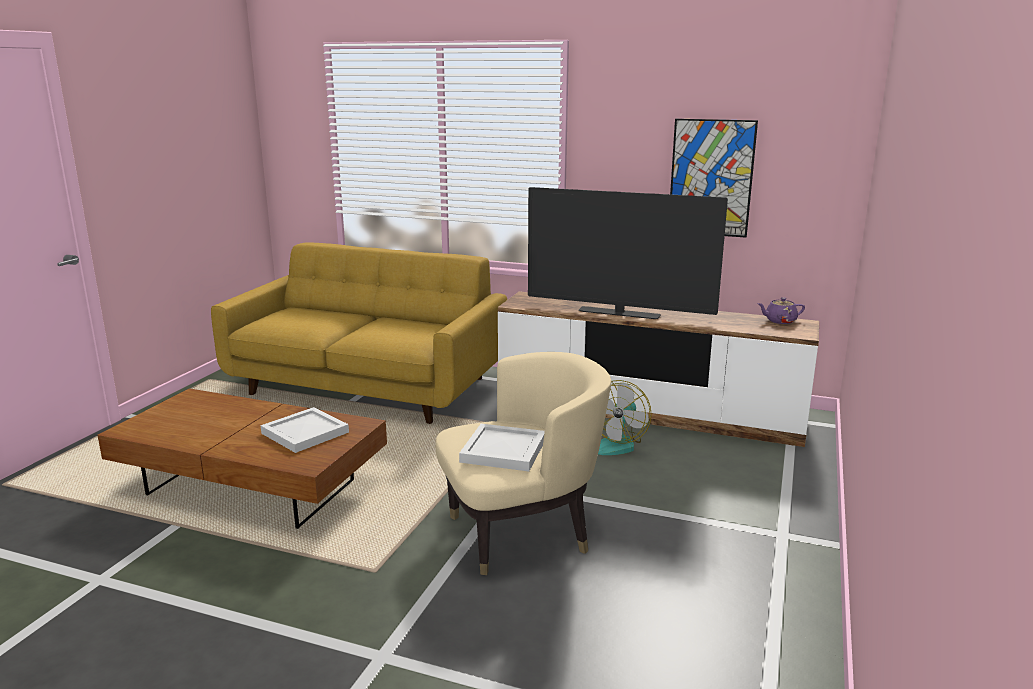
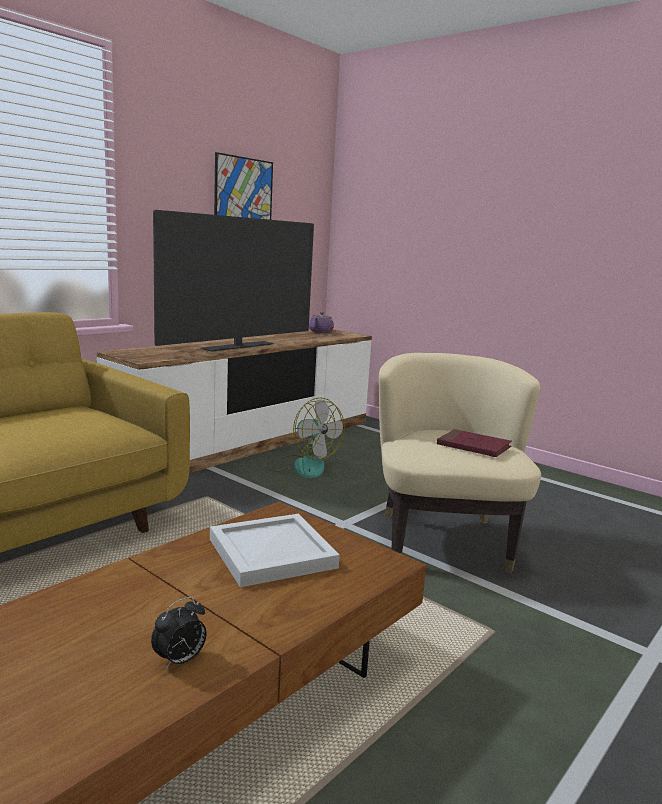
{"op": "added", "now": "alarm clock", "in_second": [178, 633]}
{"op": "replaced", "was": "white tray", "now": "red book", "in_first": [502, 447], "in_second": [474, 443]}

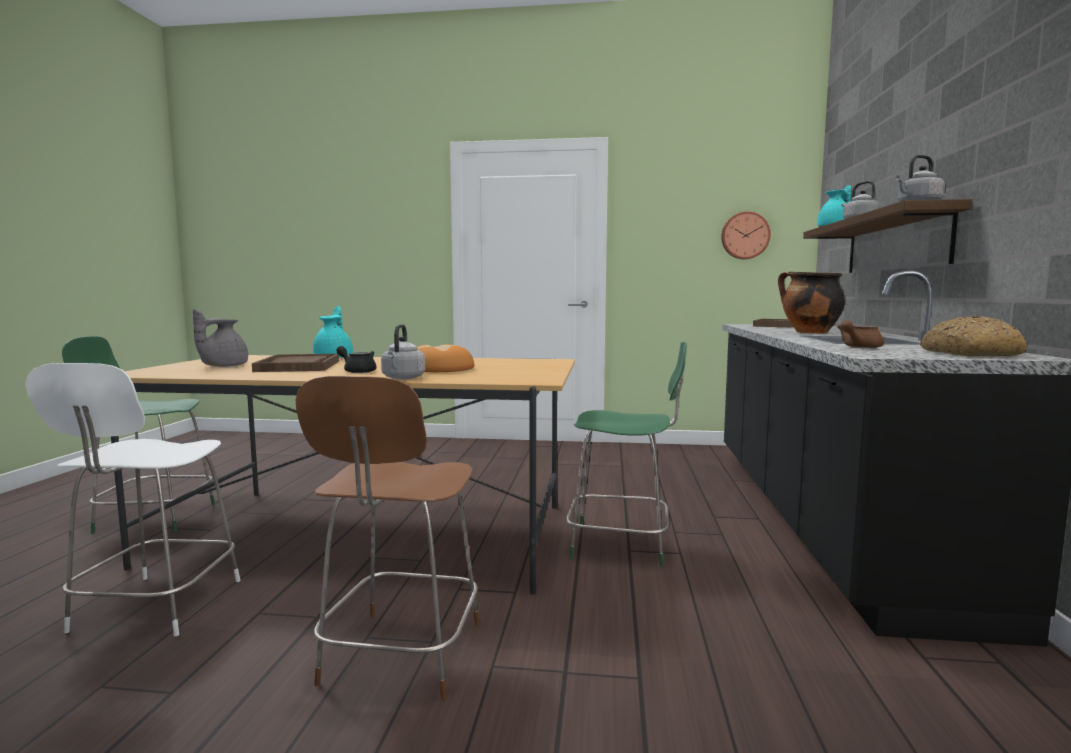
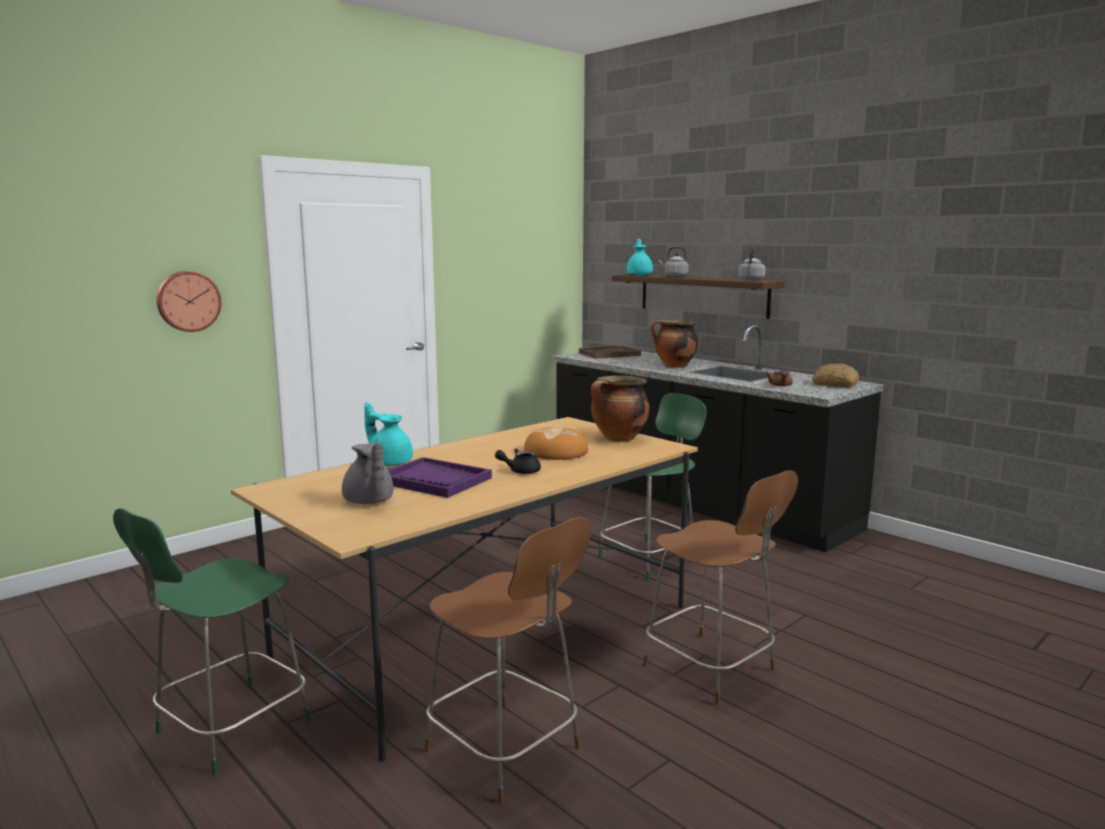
{"op": "moved", "was": "wall clock", "in_first": [746, 235], "in_second": [189, 301]}
{"op": "recoloured", "was": "brown tray", "now": "purple tray", "in_first": [295, 363], "in_second": [440, 477]}
{"op": "recoloured", "was": "white chair", "now": "brown chair", "in_first": [133, 499], "in_second": [508, 660]}
{"op": "added", "now": "cooking pot", "in_second": [620, 409]}
{"op": "removed", "was": "grey kettle", "in_first": [403, 352]}

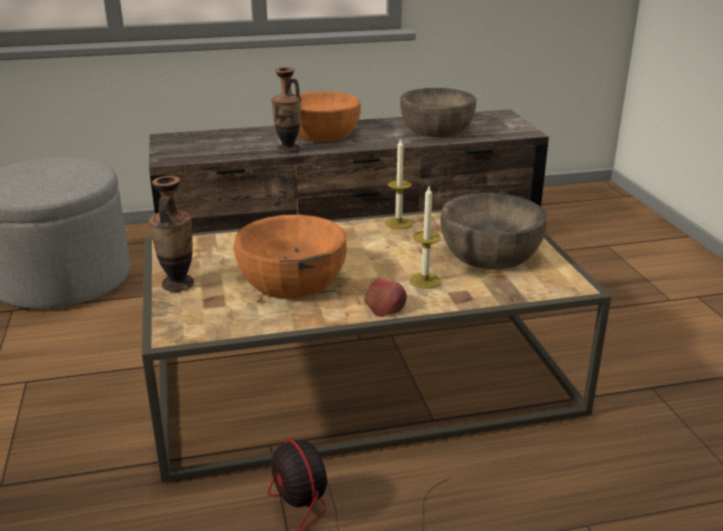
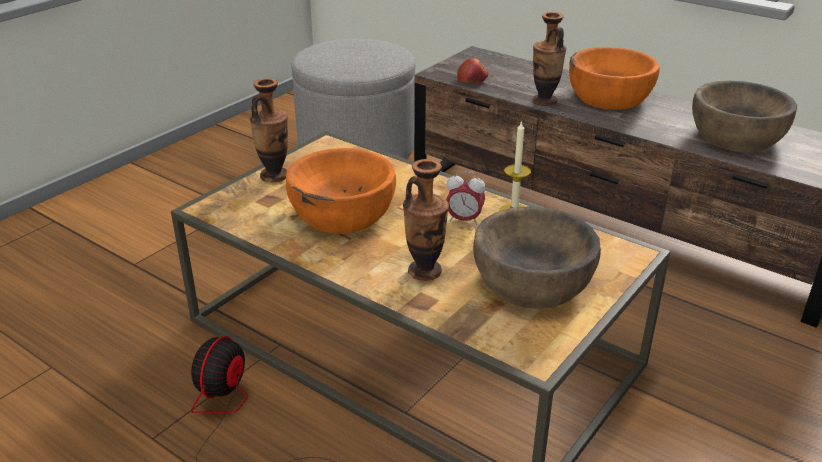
{"op": "replaced", "was": "candle", "now": "vase", "in_first": [425, 237], "in_second": [426, 220]}
{"op": "added", "now": "alarm clock", "in_second": [465, 198]}
{"op": "moved", "was": "apple", "in_first": [385, 297], "in_second": [472, 71]}

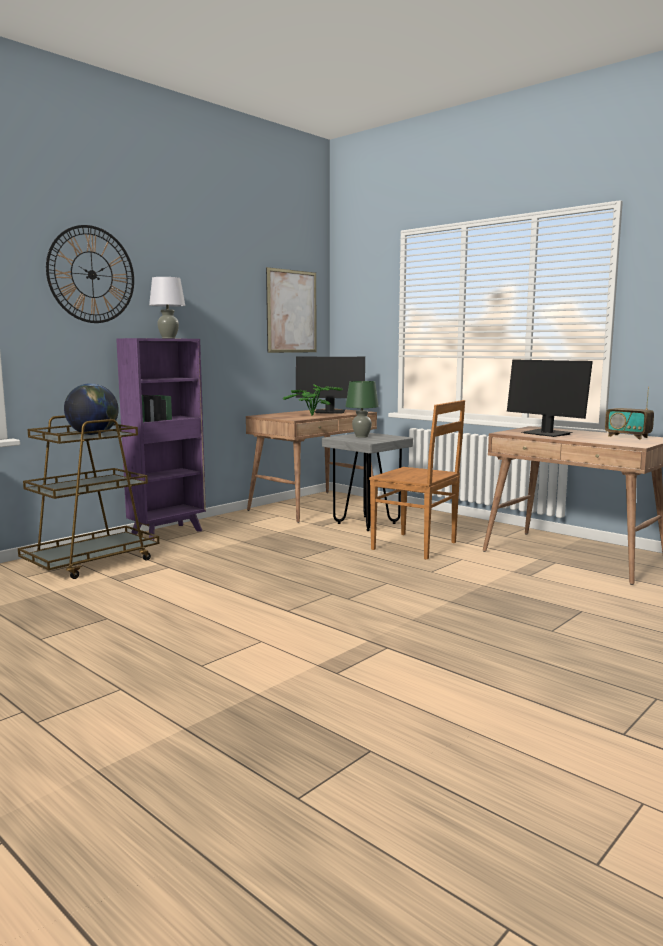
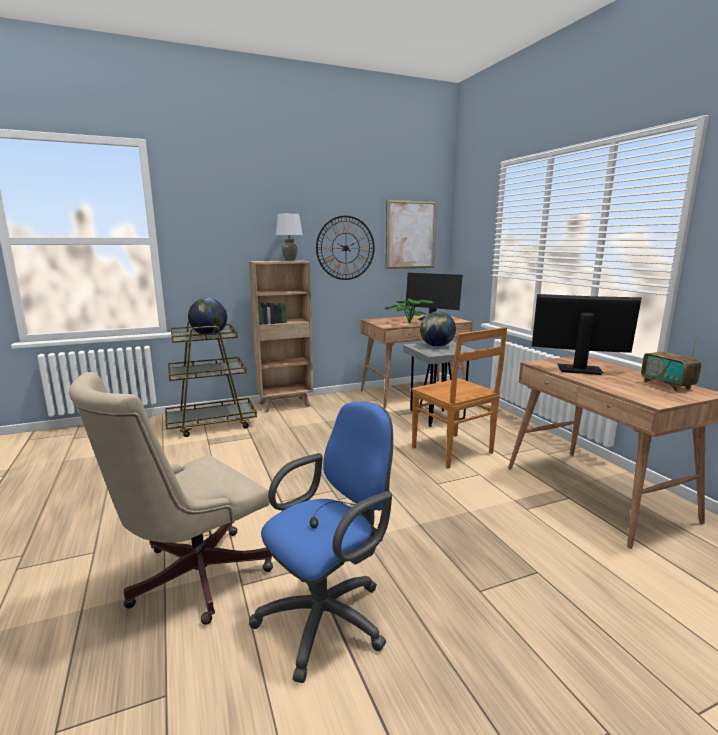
{"op": "added", "now": "beige office chair", "in_second": [171, 498]}
{"op": "recoloured", "was": "purple bookcase", "now": "brown bookcase", "in_first": [161, 439], "in_second": [281, 336]}
{"op": "added", "now": "blue office chair", "in_second": [321, 542]}
{"op": "moved", "was": "wall clock", "in_first": [90, 274], "in_second": [345, 248]}
{"op": "replaced", "was": "green table lamp", "now": "globe", "in_first": [362, 409], "in_second": [438, 329]}
{"op": "turned", "was": "monitor", "in_first": [550, 398], "in_second": [587, 334], "clockwise": 120}

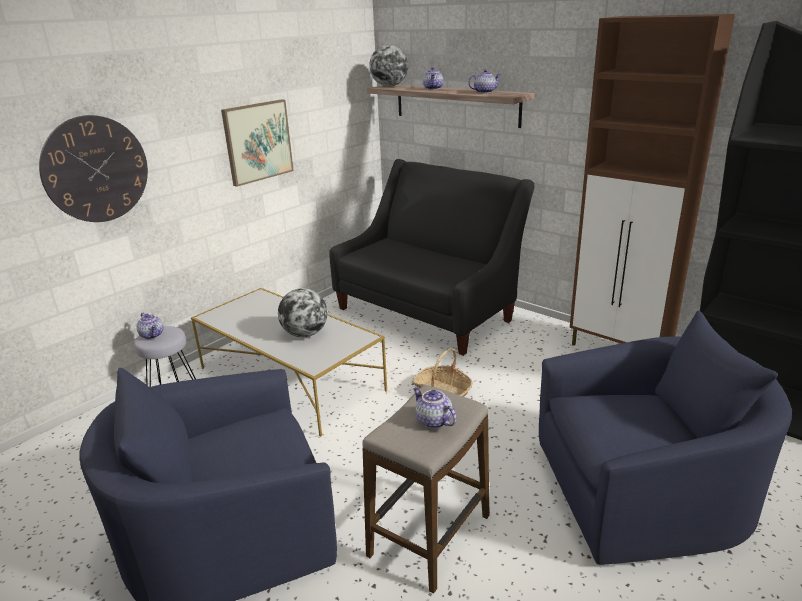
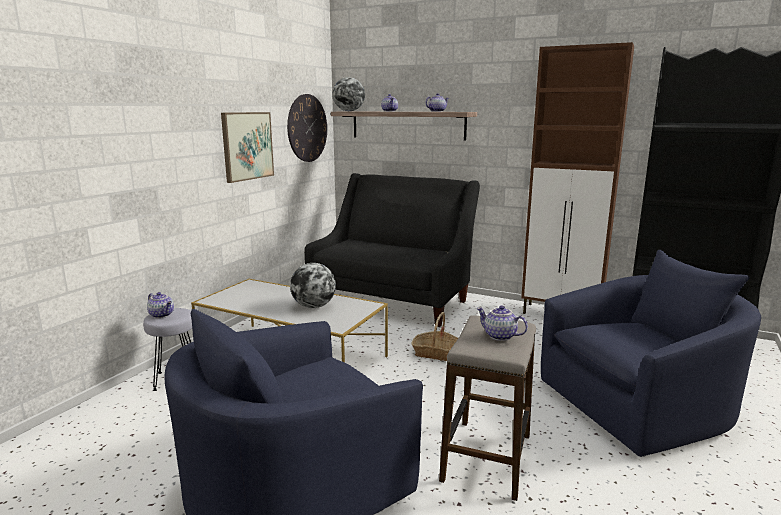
{"op": "moved", "was": "wall clock", "in_first": [93, 168], "in_second": [307, 128]}

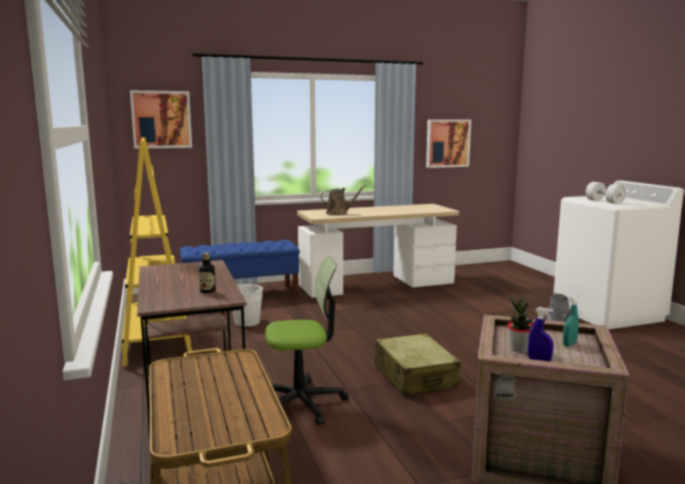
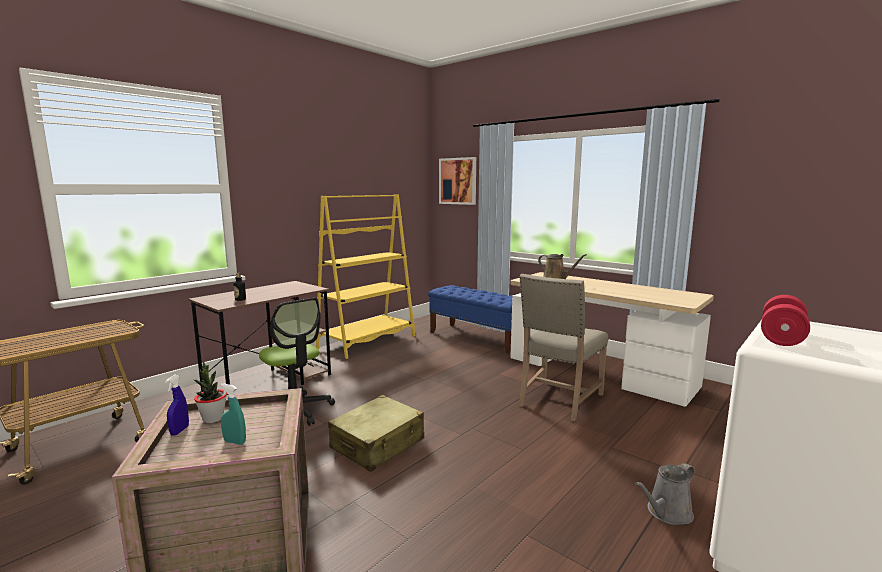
{"op": "added", "now": "beige chair", "in_second": [563, 348]}
{"op": "recoloured", "was": "white dumbbell", "now": "red dumbbell", "in_first": [606, 193], "in_second": [785, 320]}
{"op": "removed", "was": "white bucket", "in_first": [248, 305]}
{"op": "removed", "was": "picture", "in_first": [448, 143]}

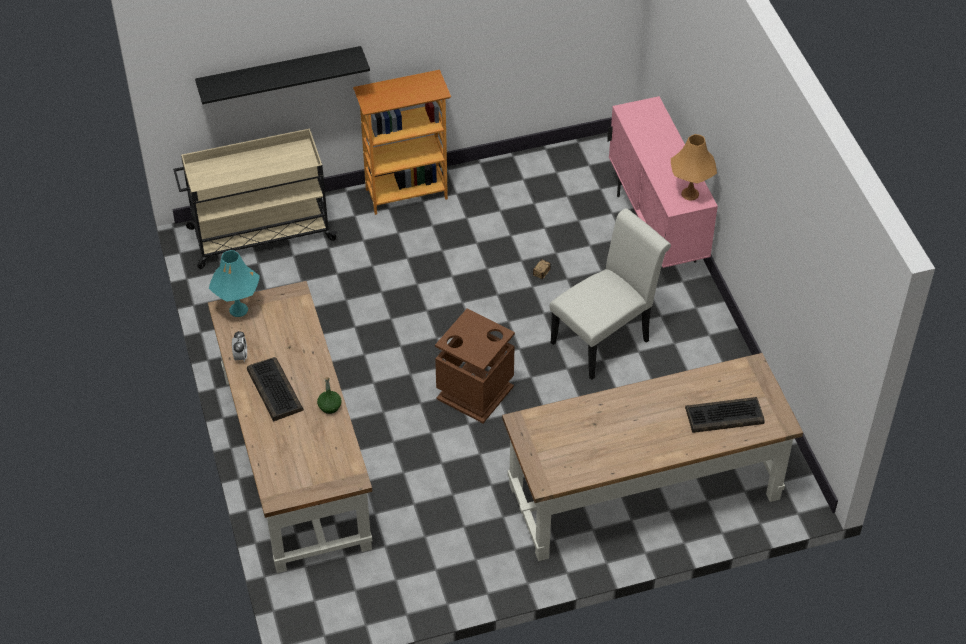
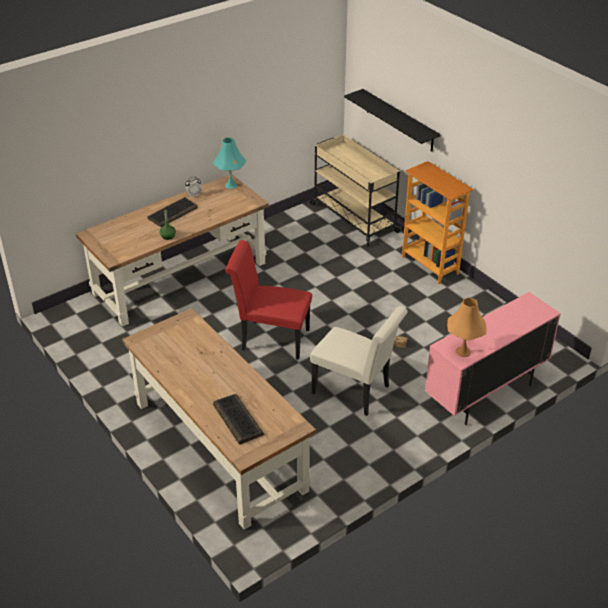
{"op": "replaced", "was": "brown trash can", "now": "red chair", "in_first": [475, 366], "in_second": [268, 300]}

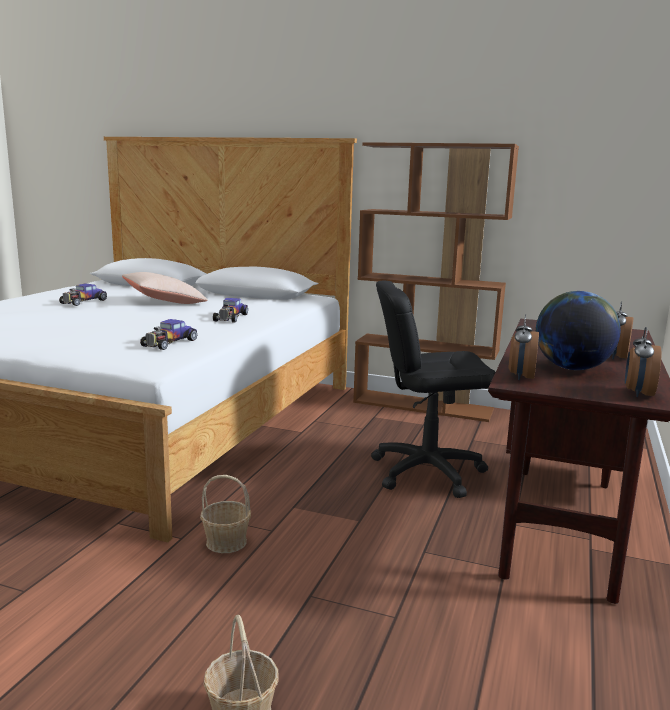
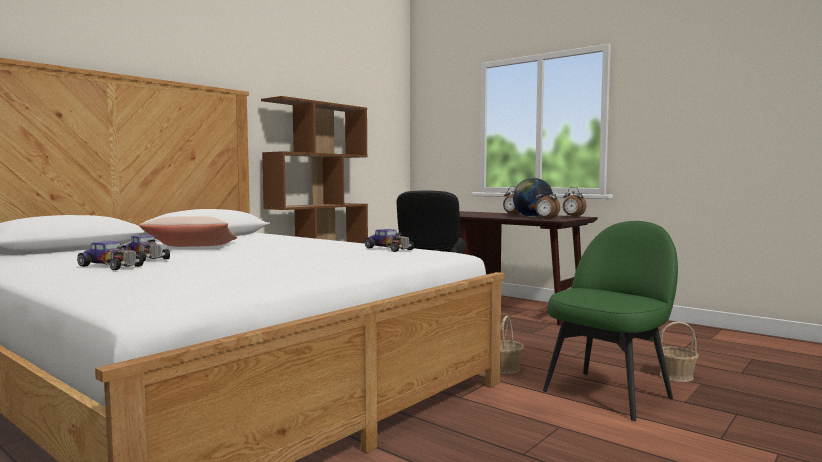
{"op": "moved", "was": "toy car", "in_first": [230, 310], "in_second": [110, 255]}
{"op": "added", "now": "green chair", "in_second": [610, 321]}

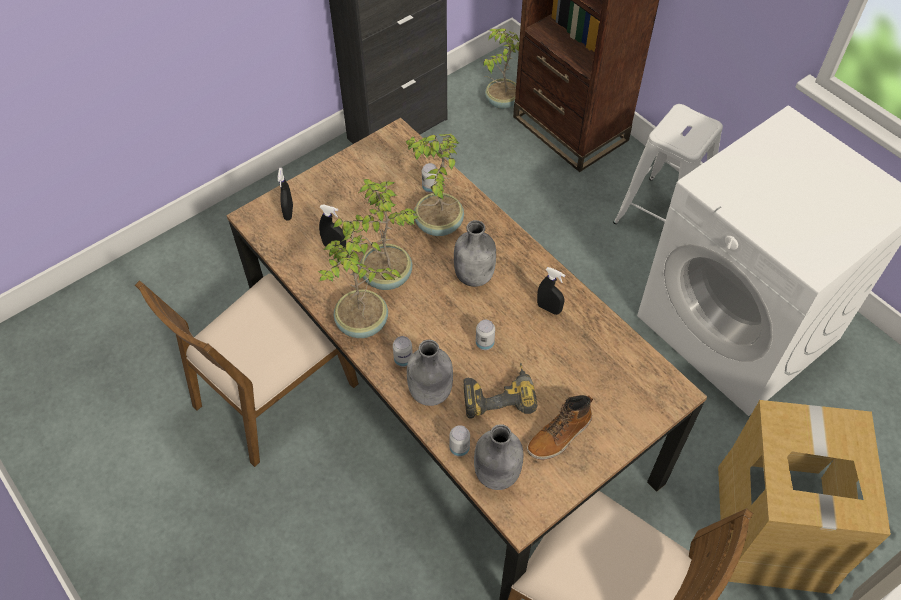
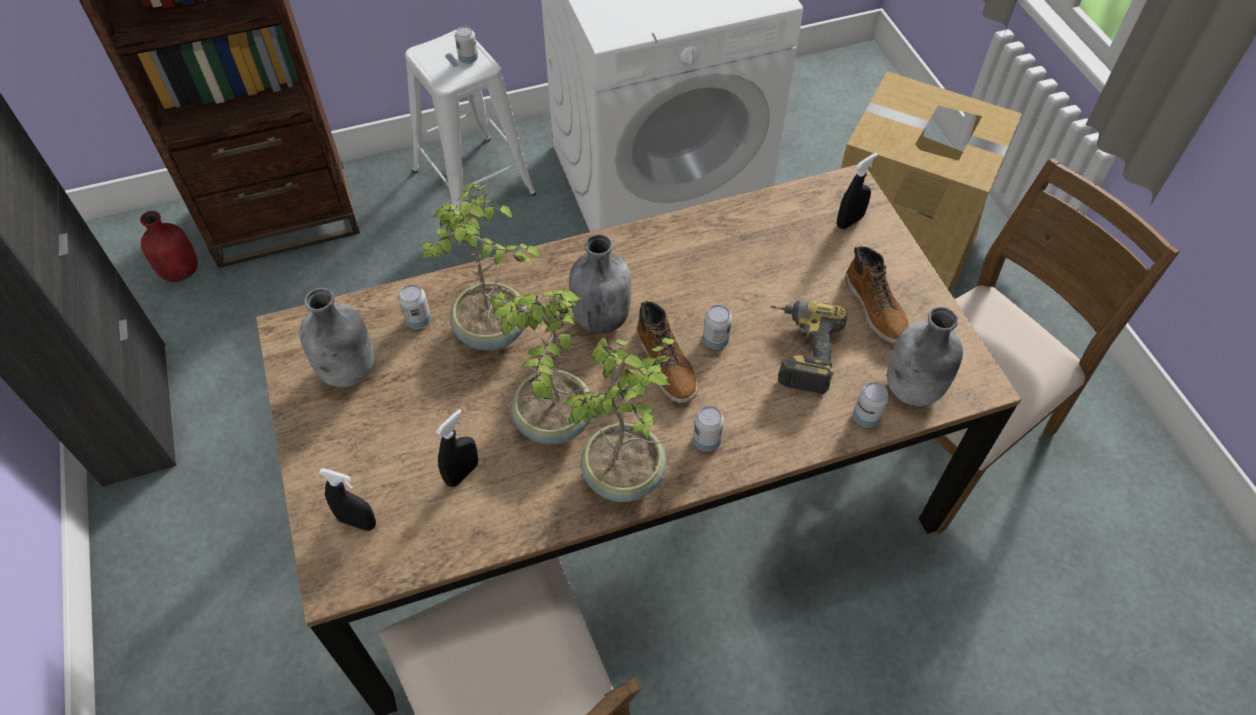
{"op": "replaced", "was": "potted plant", "now": "red bottle", "in_first": [501, 68], "in_second": [169, 246]}
{"op": "moved", "was": "grey bottle", "in_first": [430, 373], "in_second": [336, 337]}
{"op": "added", "now": "can", "in_second": [466, 45]}
{"op": "added", "now": "boot", "in_second": [667, 351]}
{"op": "moved", "was": "black spray bottle", "in_first": [551, 291], "in_second": [857, 191]}

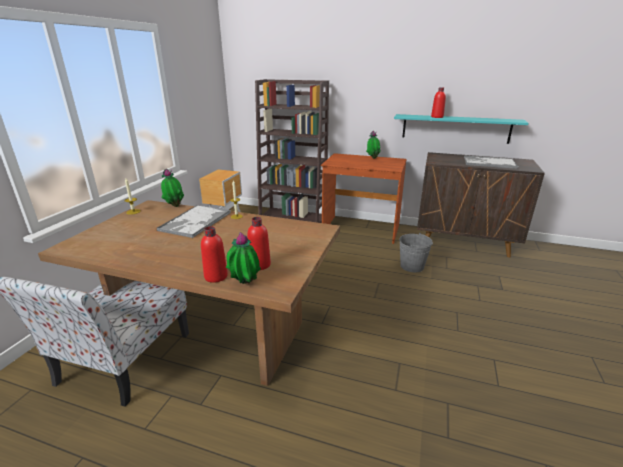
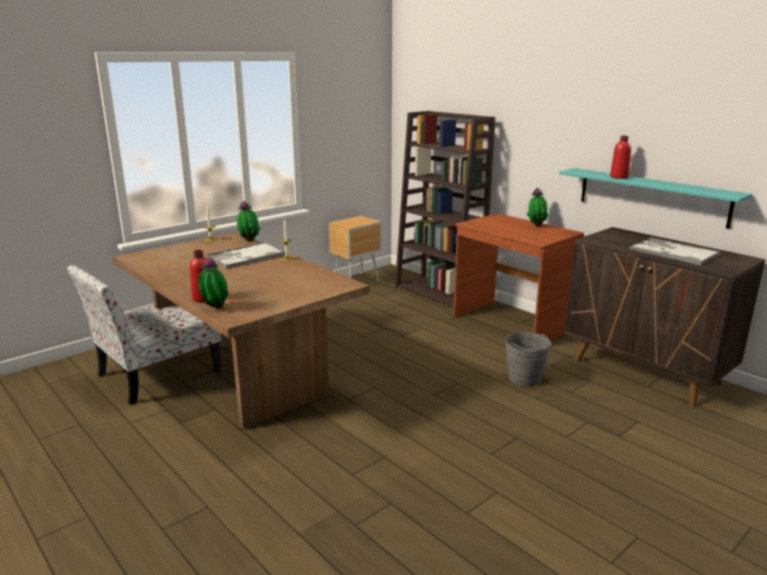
{"op": "removed", "was": "red bottle", "in_first": [259, 243]}

